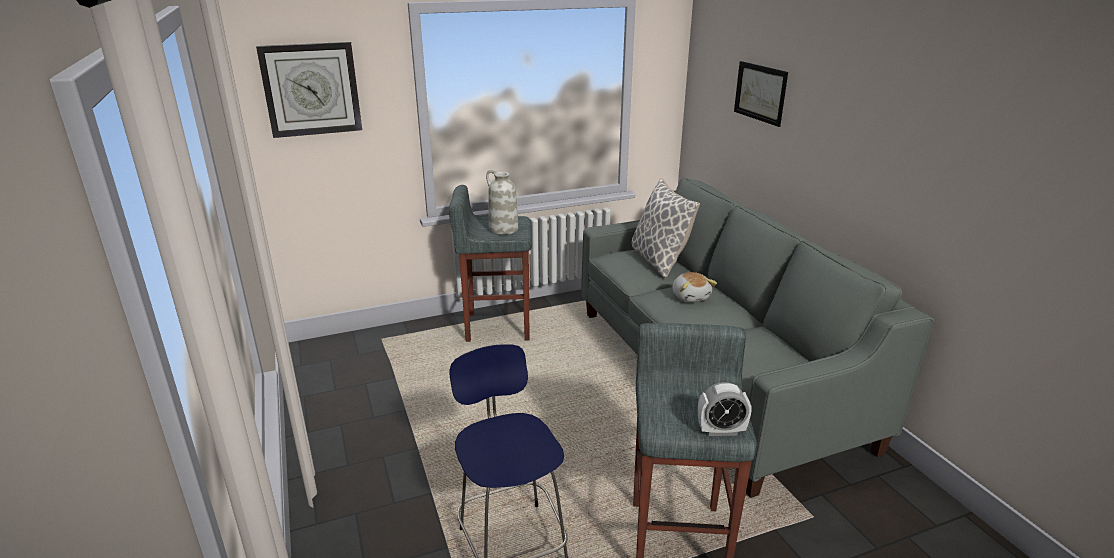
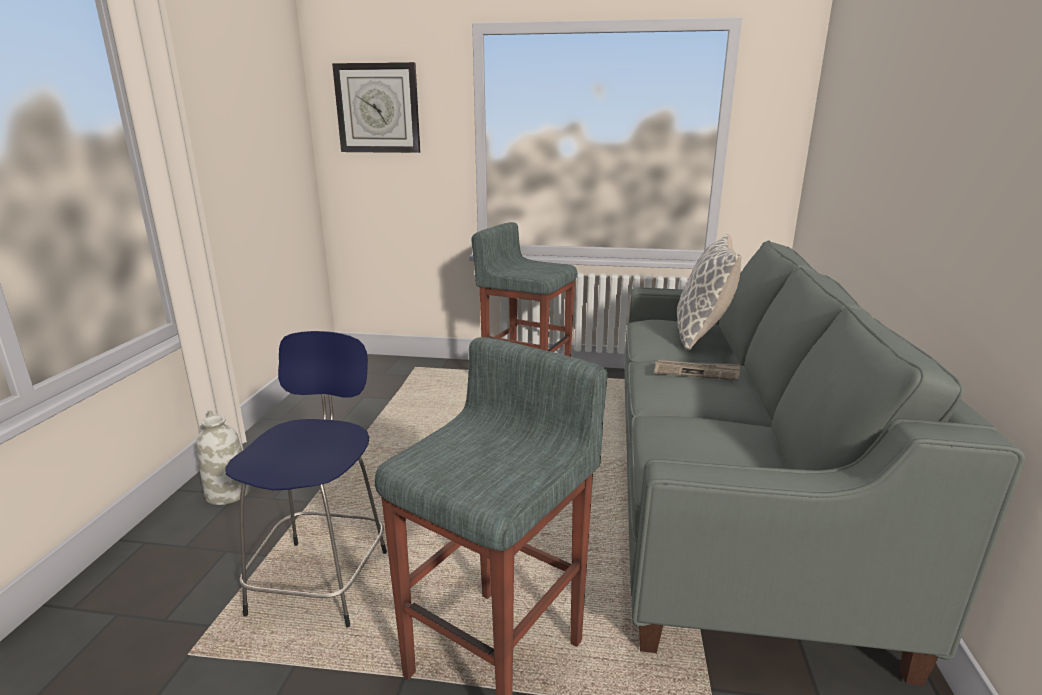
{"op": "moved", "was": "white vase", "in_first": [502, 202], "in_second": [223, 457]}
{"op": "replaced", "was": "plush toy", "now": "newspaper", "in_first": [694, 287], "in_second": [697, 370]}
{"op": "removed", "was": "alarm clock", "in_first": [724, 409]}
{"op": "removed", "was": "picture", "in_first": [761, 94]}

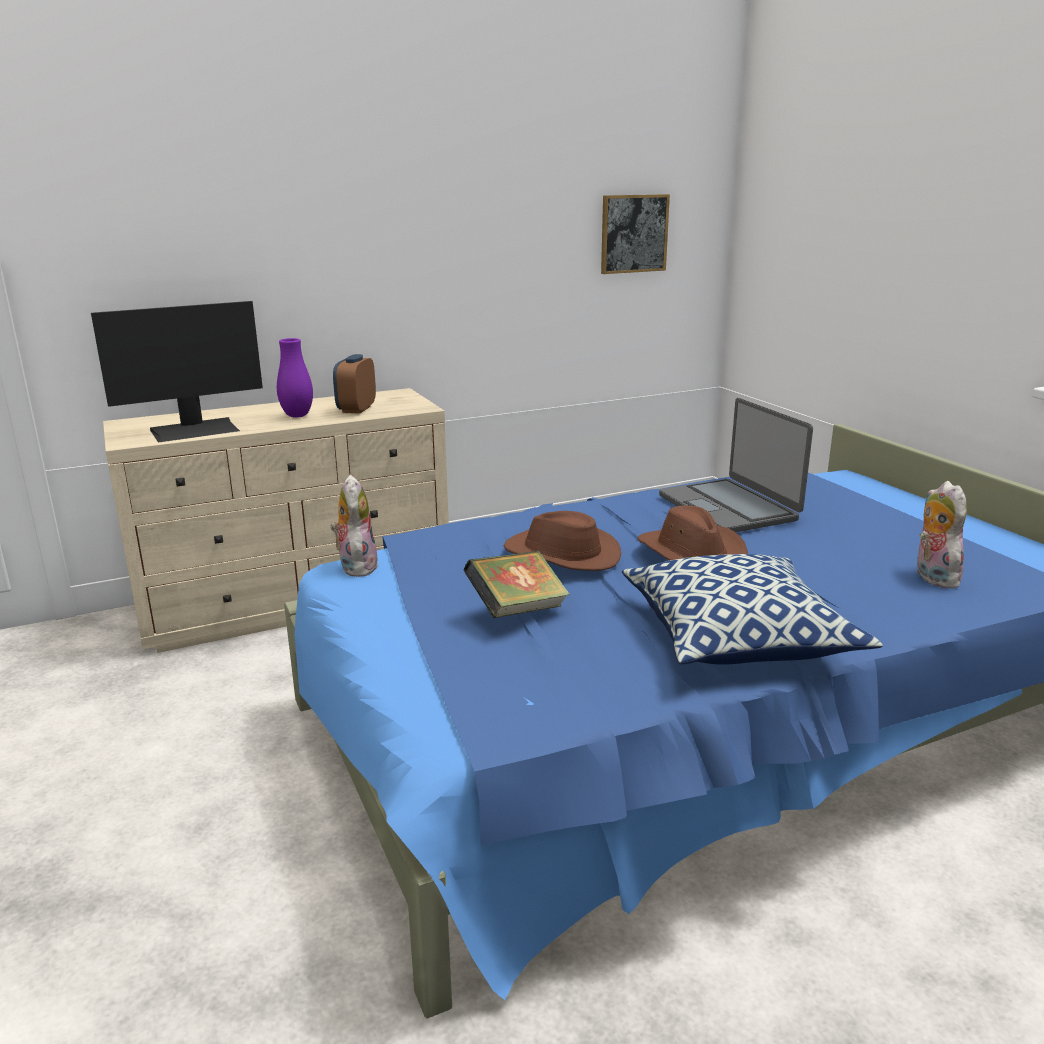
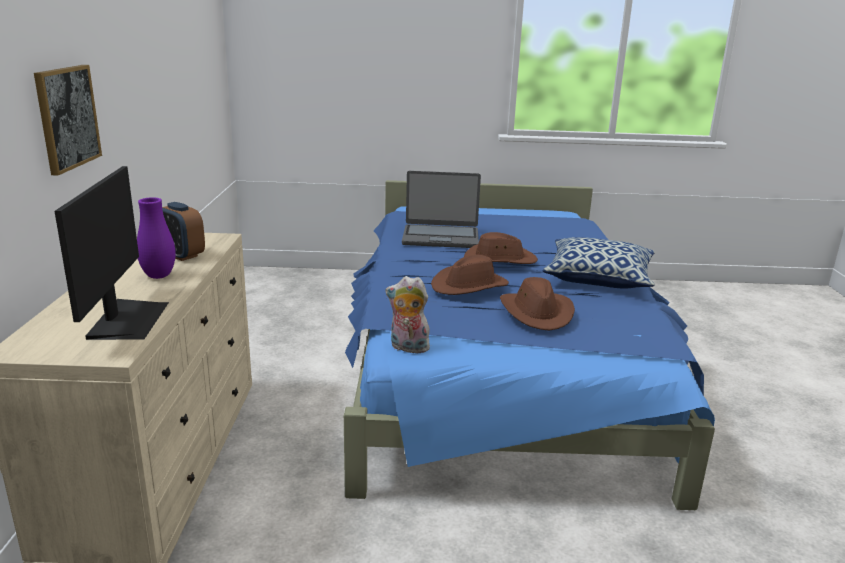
{"op": "moved", "was": "picture", "in_first": [635, 234], "in_second": [68, 120]}
{"op": "replaced", "was": "book", "now": "brown hat", "in_first": [516, 584], "in_second": [537, 304]}
{"op": "removed", "was": "plush toy", "in_first": [941, 535]}

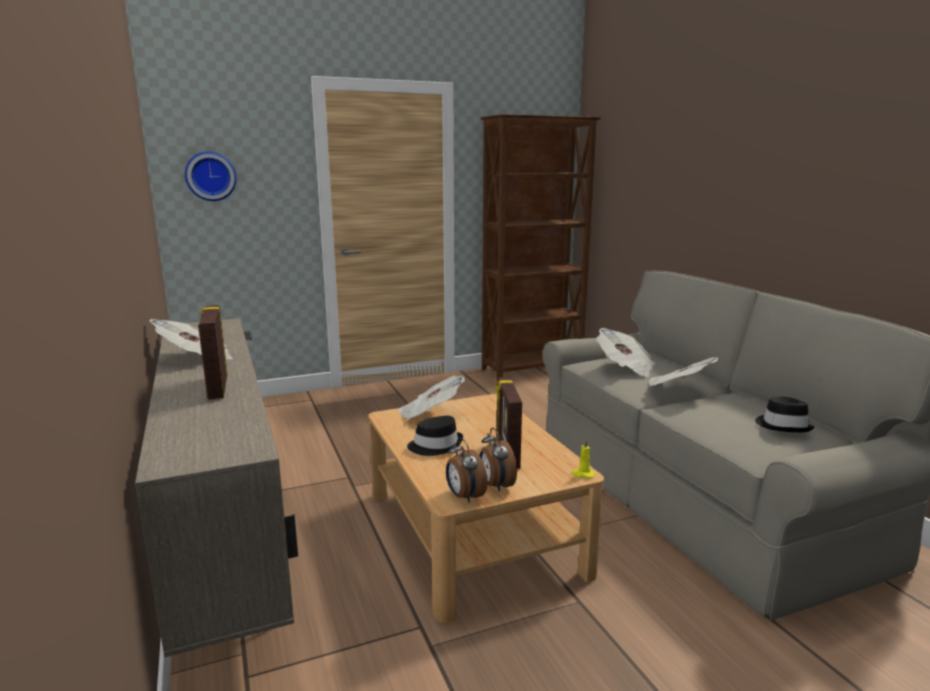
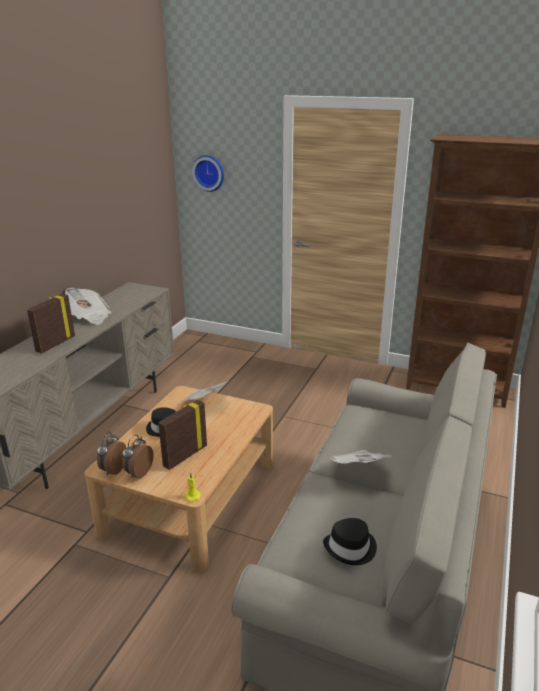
{"op": "removed", "was": "newspaper", "in_first": [626, 352]}

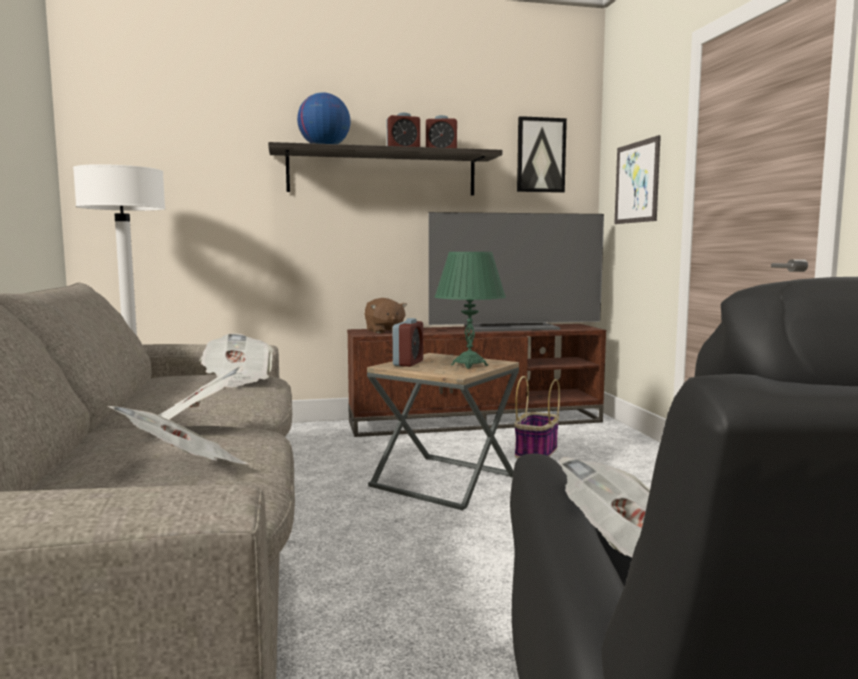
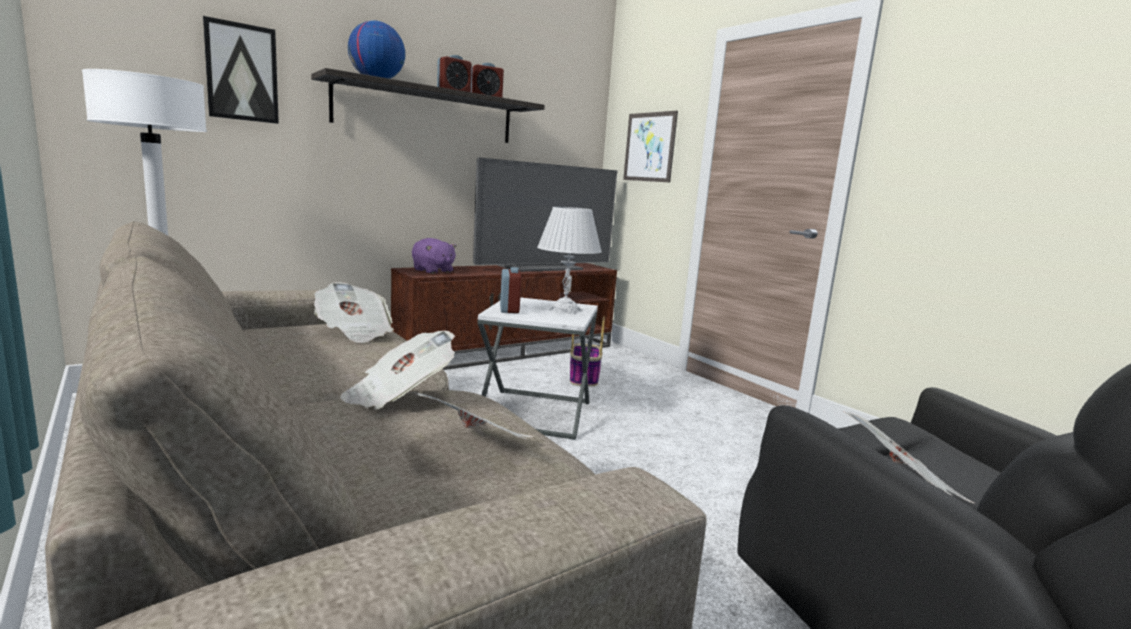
{"op": "moved", "was": "picture", "in_first": [542, 154], "in_second": [241, 70]}
{"op": "recoloured", "was": "brown plush toy", "now": "purple plush toy", "in_first": [386, 316], "in_second": [434, 256]}
{"op": "recoloured", "was": "brown side table", "now": "white side table", "in_first": [443, 431], "in_second": [537, 368]}
{"op": "recoloured", "was": "green table lamp", "now": "white table lamp", "in_first": [470, 310], "in_second": [569, 260]}

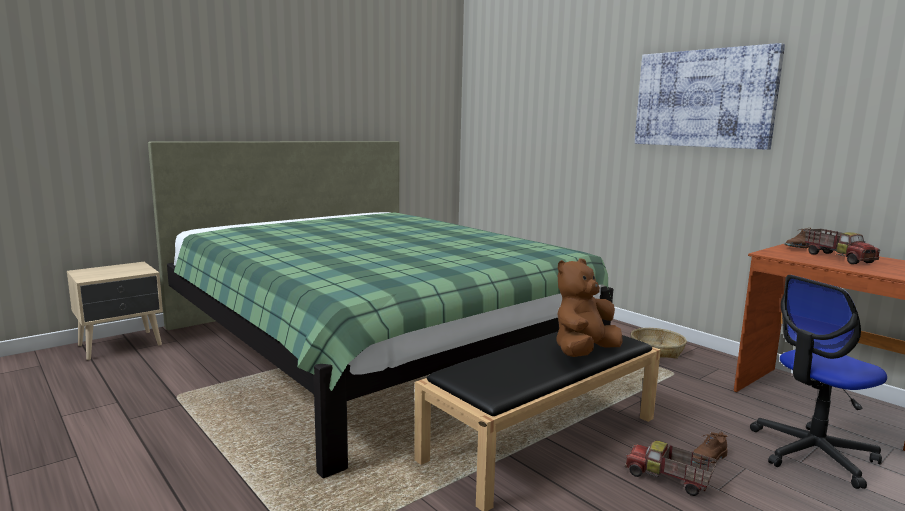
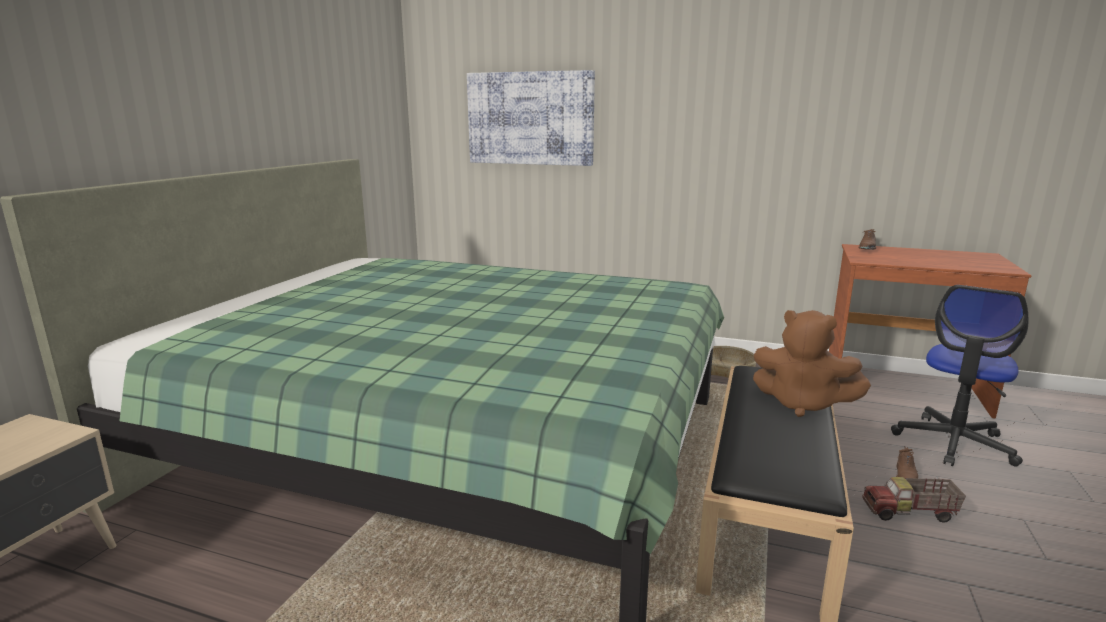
{"op": "moved", "was": "picture", "in_first": [710, 96], "in_second": [531, 118]}
{"op": "turned", "was": "brown plush toy", "in_first": [589, 307], "in_second": [812, 363], "clockwise": -75}
{"op": "removed", "was": "toy truck", "in_first": [842, 246]}

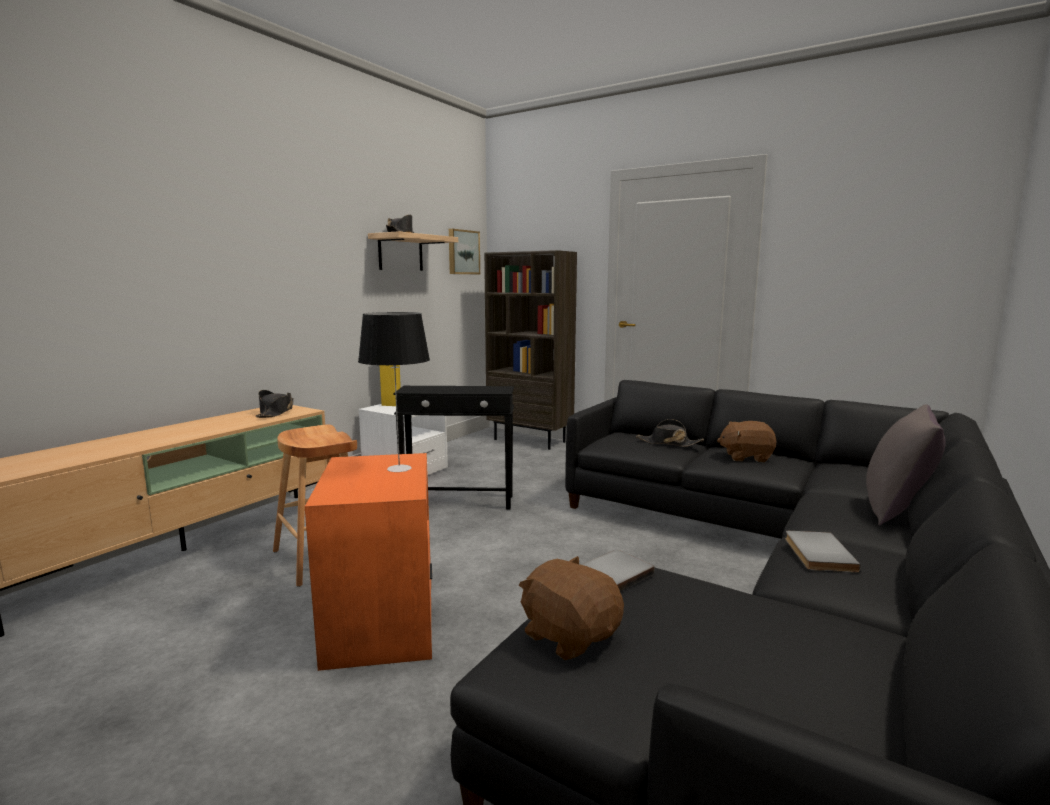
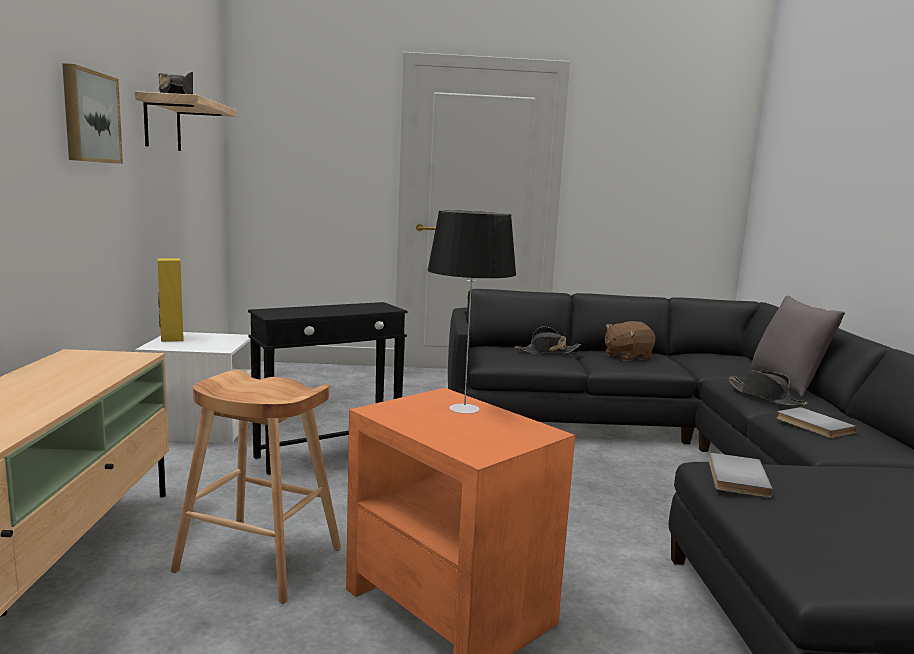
{"op": "moved", "was": "picture", "in_first": [464, 251], "in_second": [92, 113]}
{"op": "moved", "was": "black hat", "in_first": [275, 404], "in_second": [768, 388]}
{"op": "removed", "was": "brown bookcase", "in_first": [530, 350]}
{"op": "removed", "was": "brown plush toy", "in_first": [571, 608]}

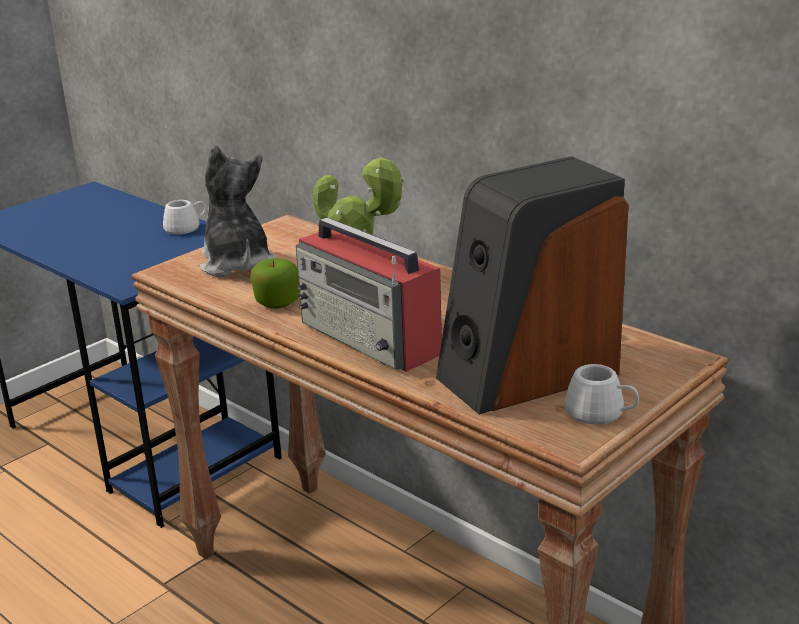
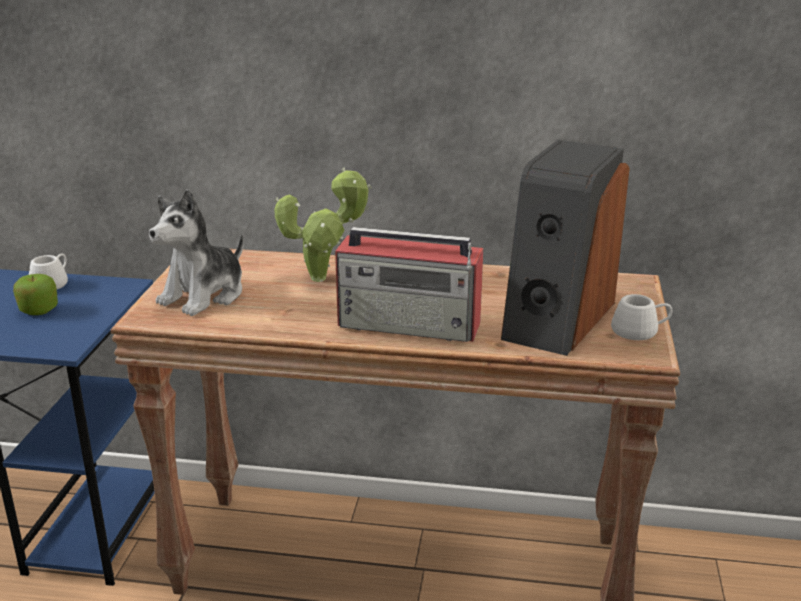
{"op": "moved", "was": "apple", "in_first": [274, 283], "in_second": [35, 294]}
{"op": "turned", "was": "plush toy", "in_first": [237, 211], "in_second": [196, 252], "clockwise": -90}

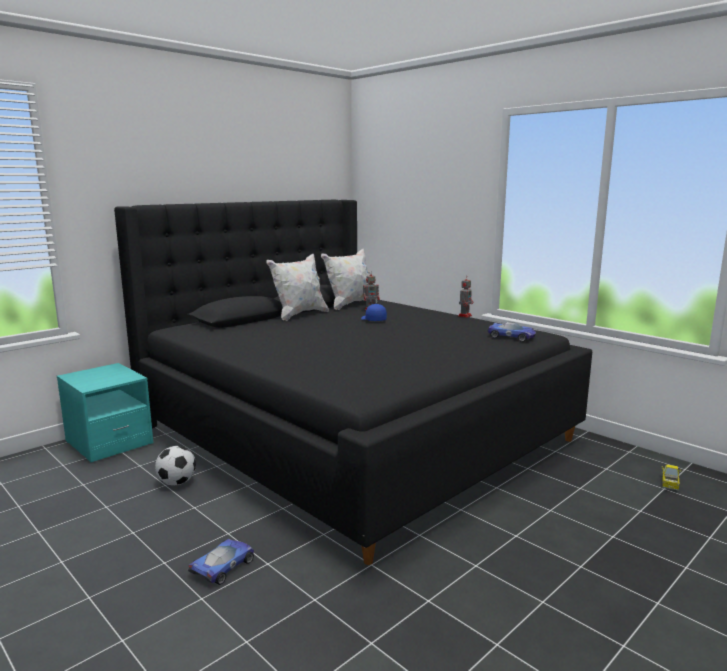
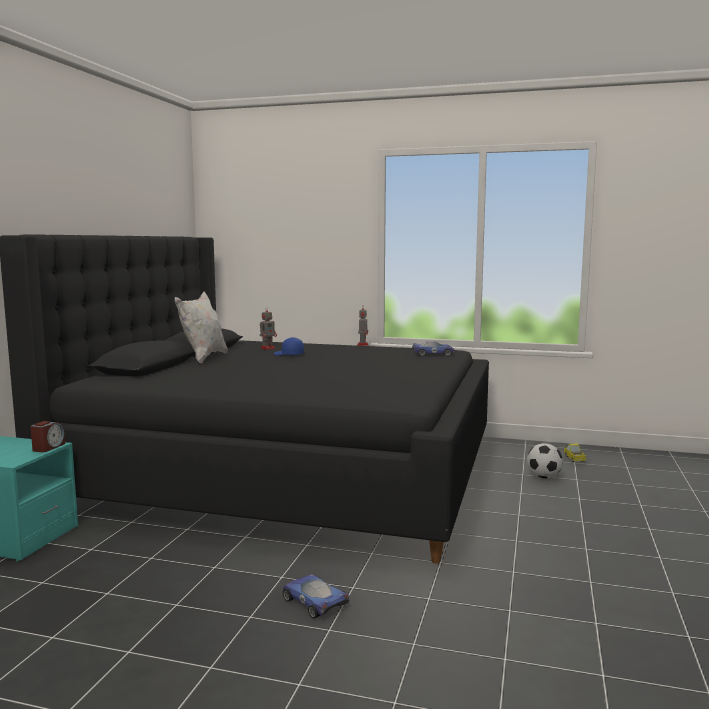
{"op": "added", "now": "alarm clock", "in_second": [47, 436]}
{"op": "turned", "was": "toy car", "in_first": [221, 562], "in_second": [316, 596], "clockwise": -45}
{"op": "moved", "was": "football", "in_first": [175, 466], "in_second": [545, 460]}
{"op": "removed", "was": "white pillow", "in_first": [349, 279]}

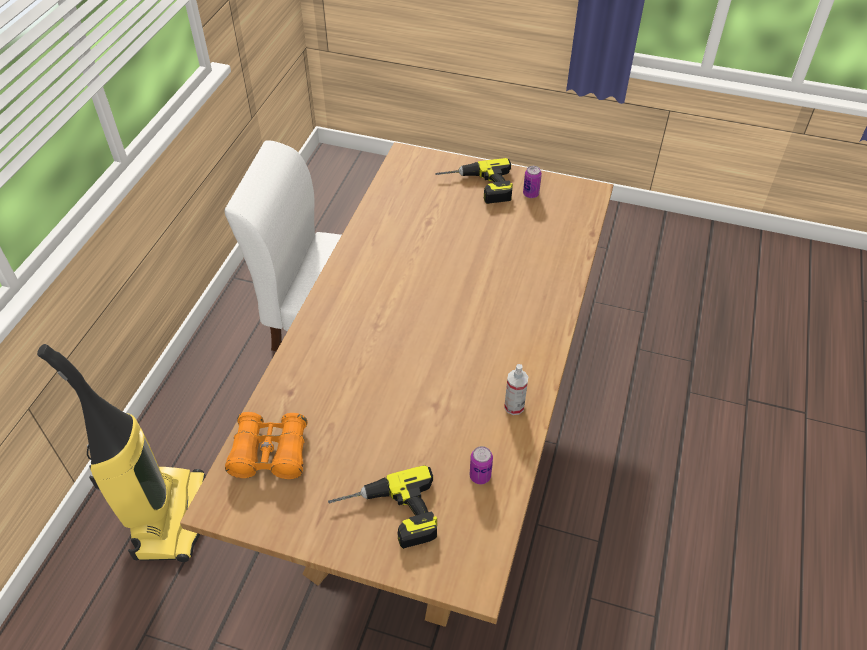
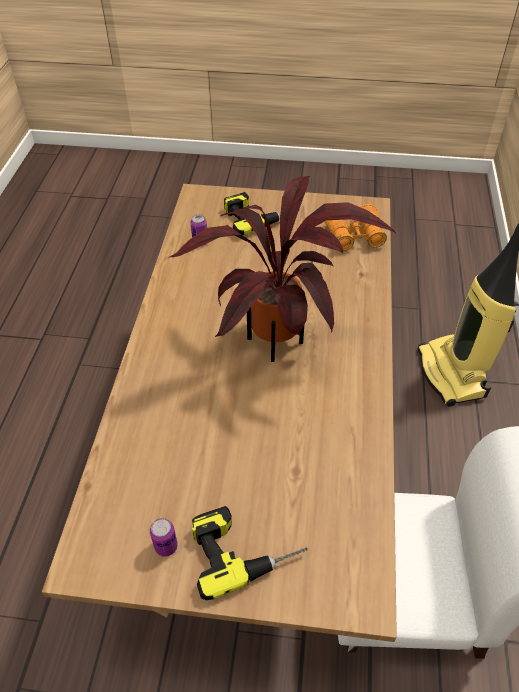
{"op": "added", "now": "potted plant", "in_second": [283, 269]}
{"op": "removed", "was": "spray bottle", "in_first": [516, 389]}

